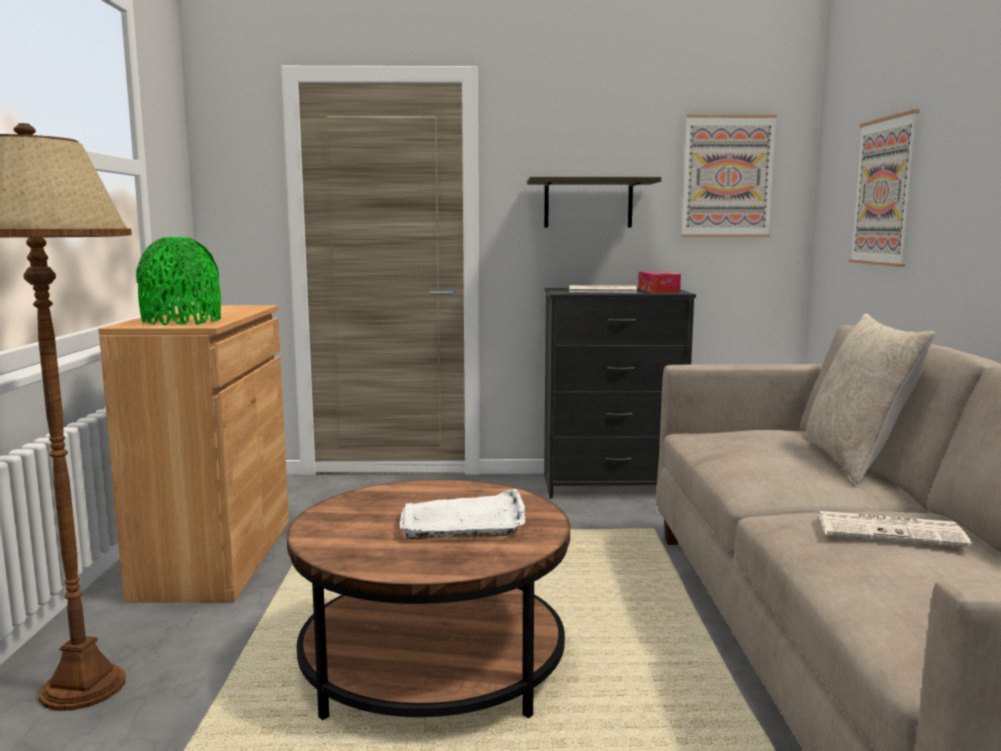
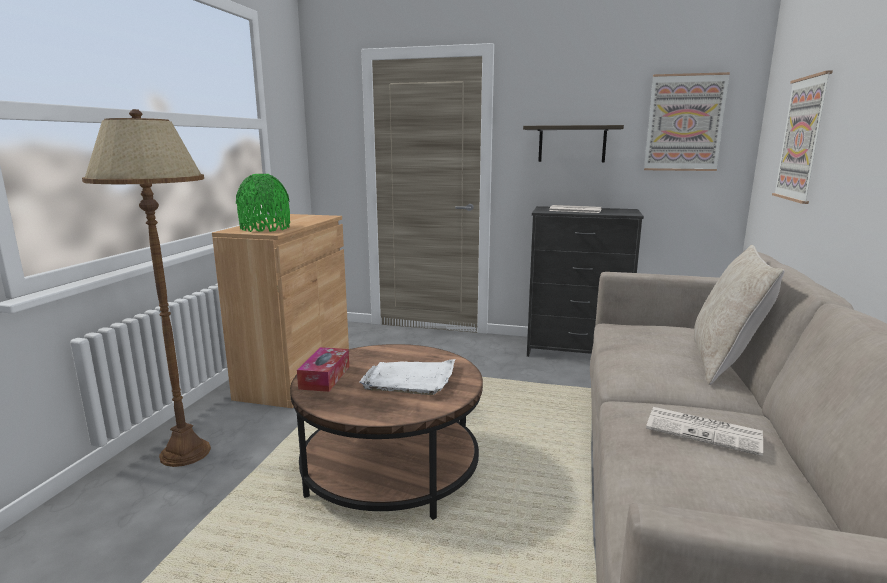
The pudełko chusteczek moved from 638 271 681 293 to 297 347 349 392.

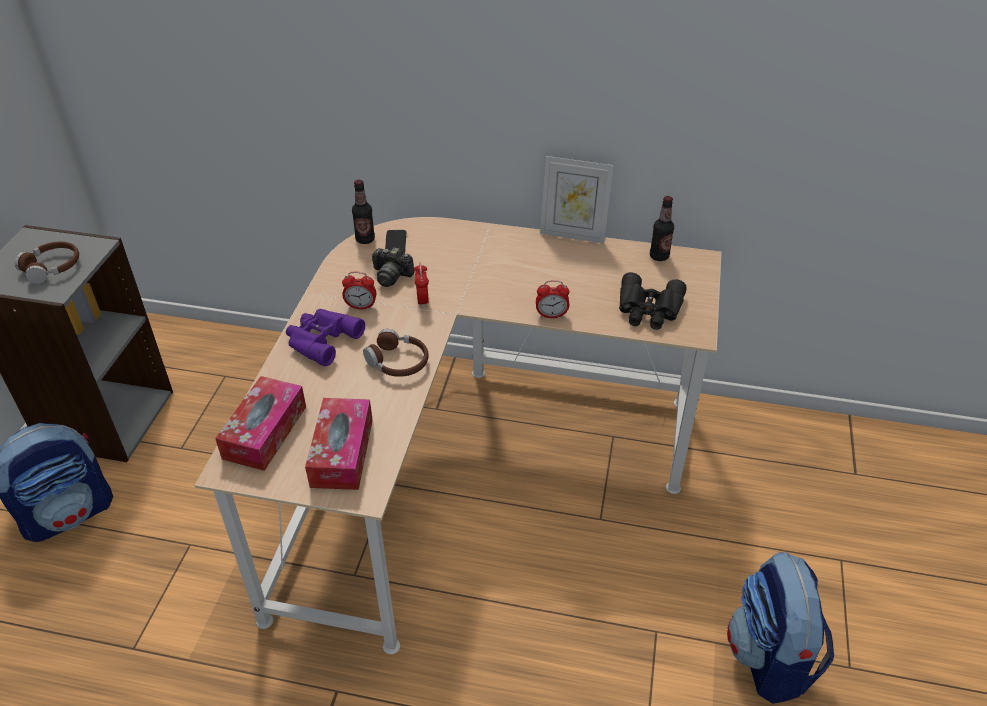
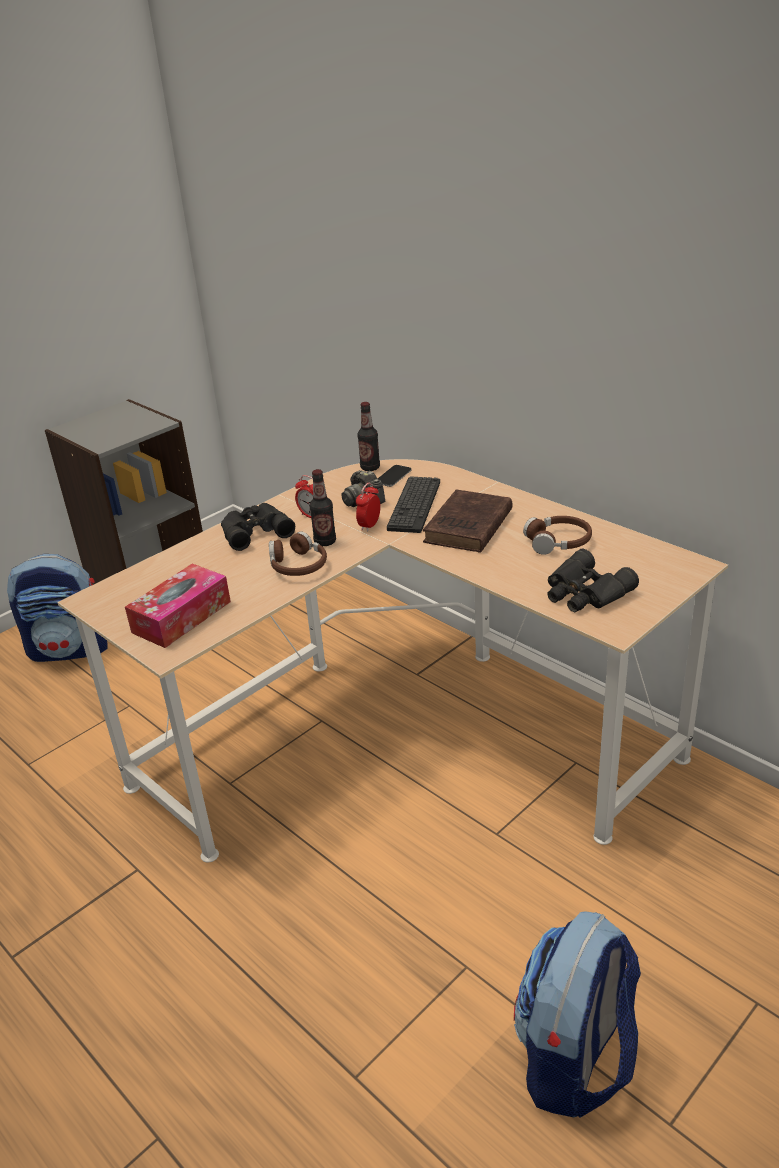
The ramka na zdjęcie at 540 156 614 244 disappeared.
The butelka moved from 650 196 674 261 to 310 469 336 546.
The słuchawki/brązowy moved from 15 242 79 284 to 523 516 592 555.
The budzik at 536 280 569 318 disappeared.
The lornetka/fioletowy at 286 309 365 366 became the lornetka/czarny at 221 503 295 551.
The pudełko chusteczek at 215 376 306 471 disappeared.
The klawiatura at 387 476 440 533 appeared.
The książka/brązowy at 423 490 512 553 appeared.

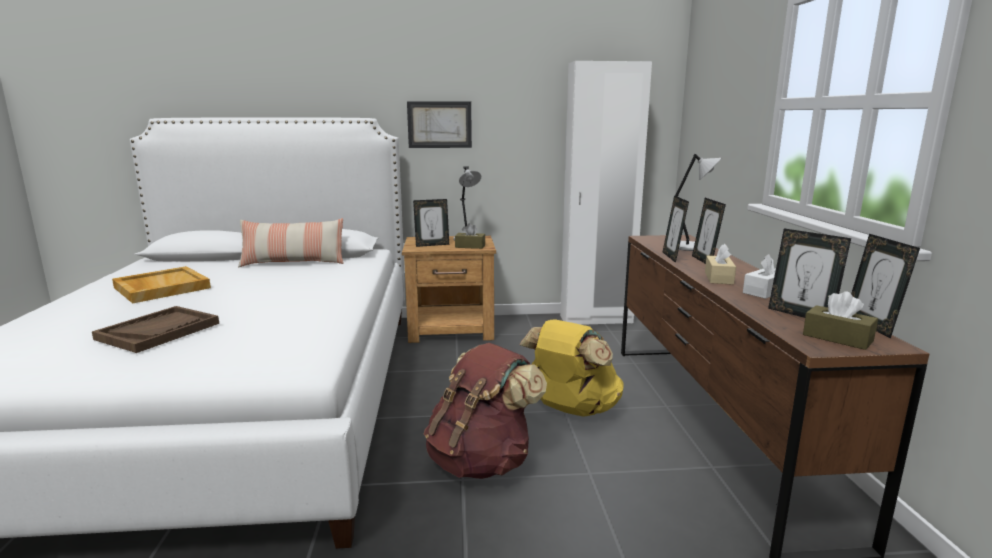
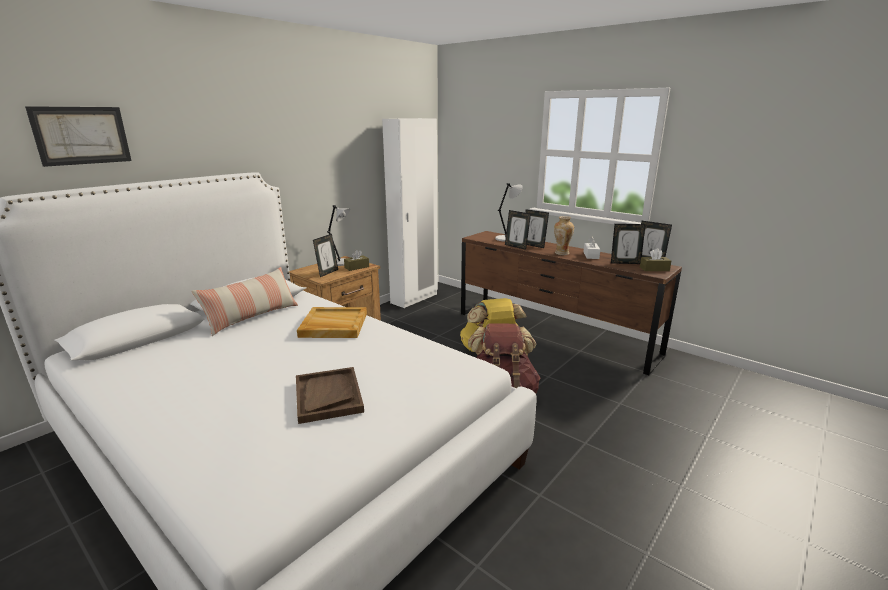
The obraz moved from 407 101 472 148 to 25 106 132 167.
The pudełko chusteczek/beżowy at 705 244 736 285 was replaced by the wazon at 554 216 574 255.
The taca/beżowy moved from 112 266 211 303 to 297 307 367 338.

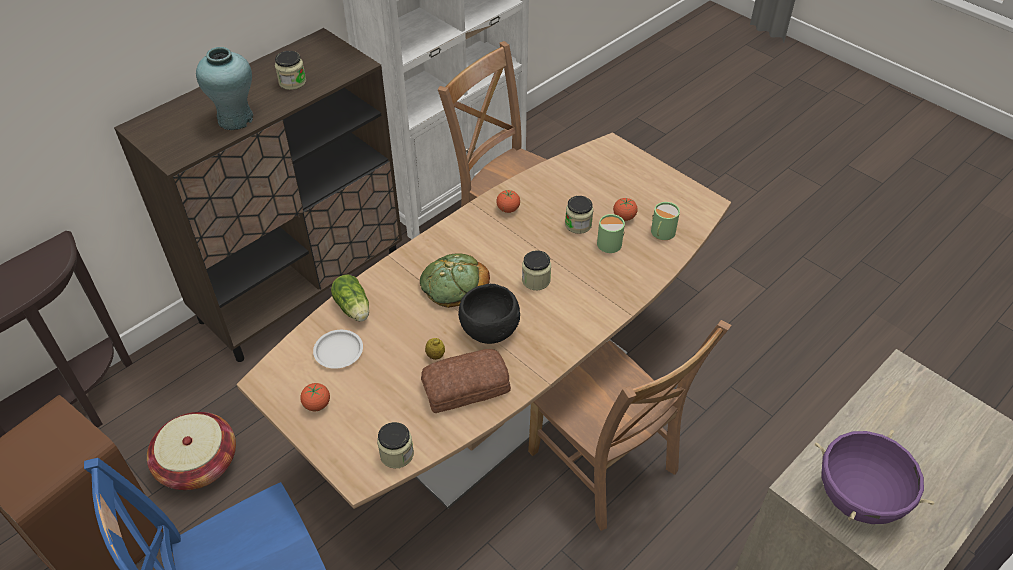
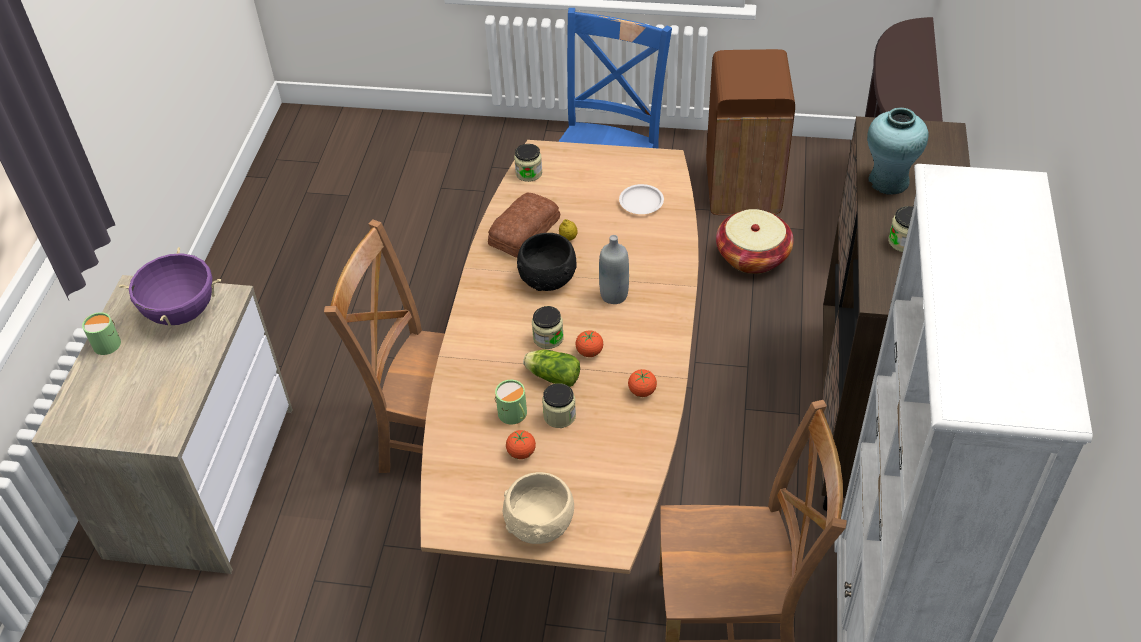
The kubek/zielony moved from 651 202 680 240 to 82 312 121 355.
The chleb at 420 253 490 308 was replaced by the butelka/szary at 599 235 629 304.
The sałata moved from 331 275 369 321 to 523 350 580 387.
The pomidor moved from 300 383 330 411 to 576 331 603 357.
The miska/beżowy at 503 472 574 544 appeared.

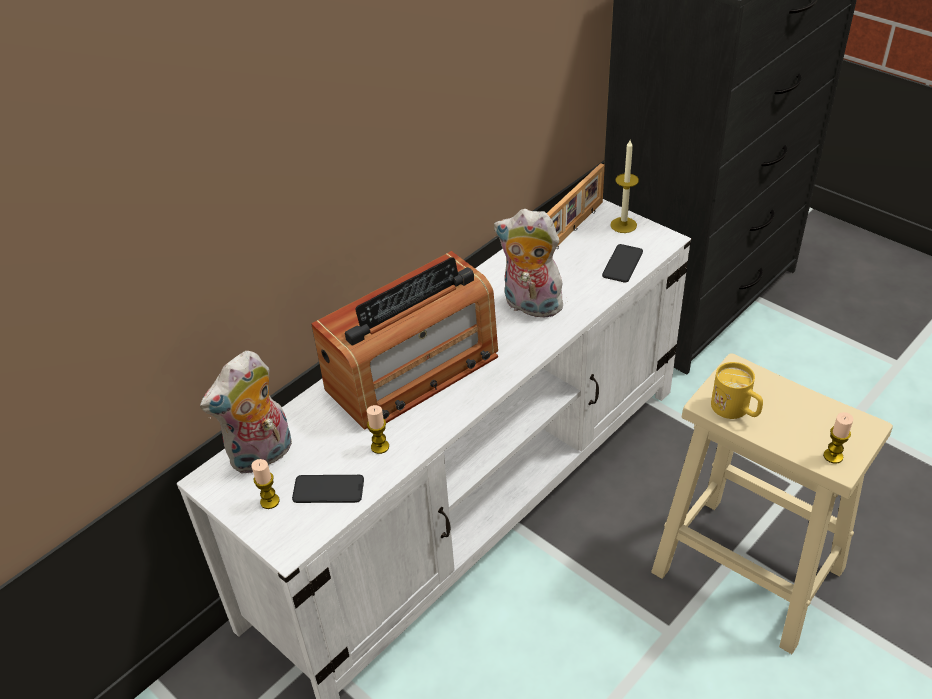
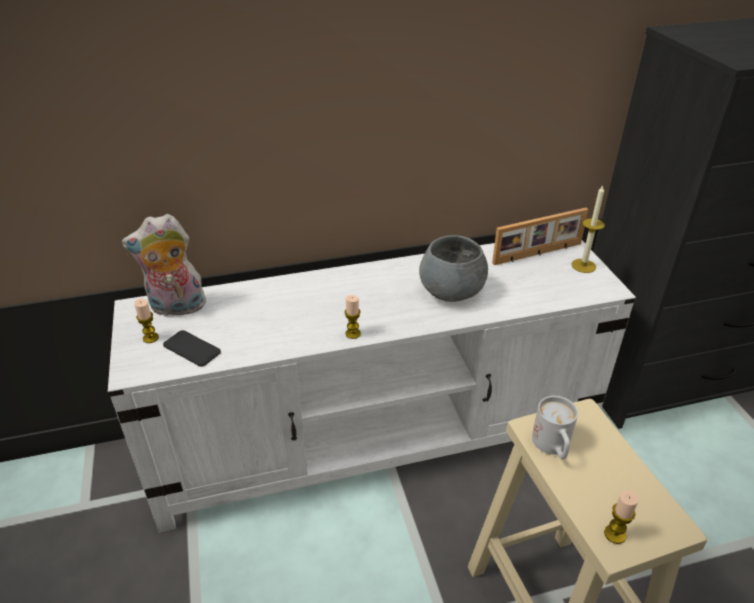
The pluszak at 494 209 568 318 was replaced by the miska/szary at 419 235 488 302.
The telefon at 602 244 643 282 disappeared.
The radio at 311 251 498 430 disappeared.
The kubek/żółty at 711 362 763 419 became the kubek/biały at 532 396 578 459.
The świeca moved from 367 405 389 454 to 345 295 361 339.

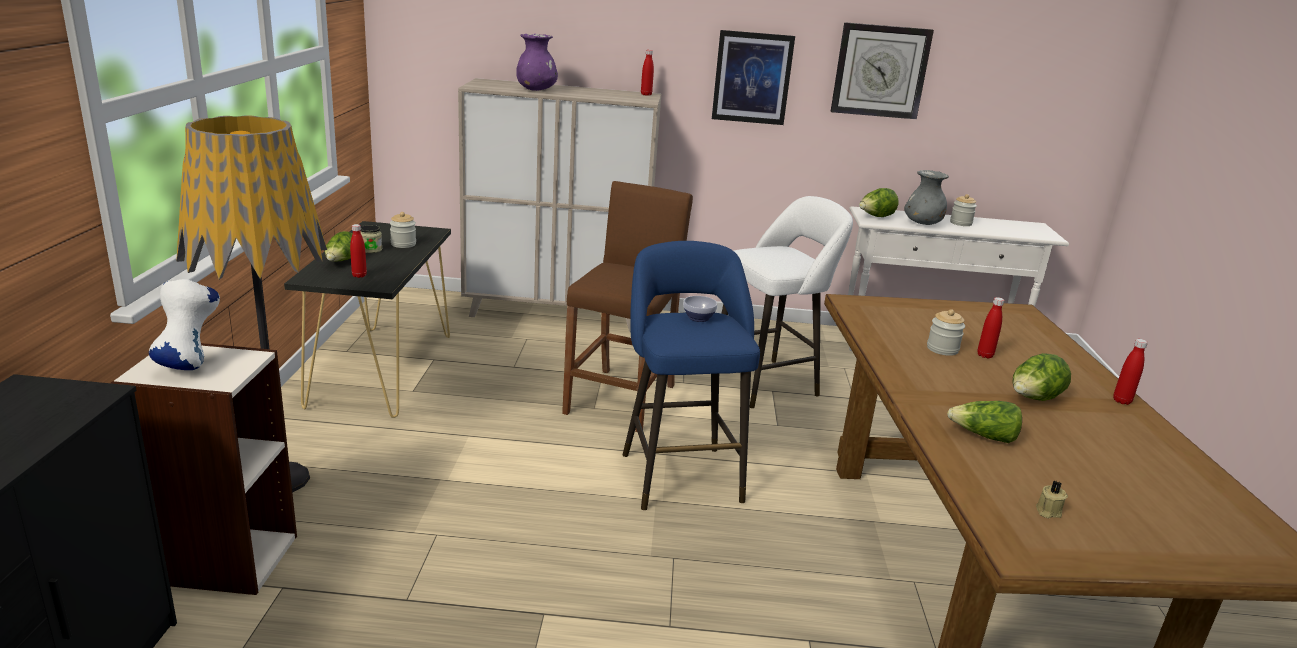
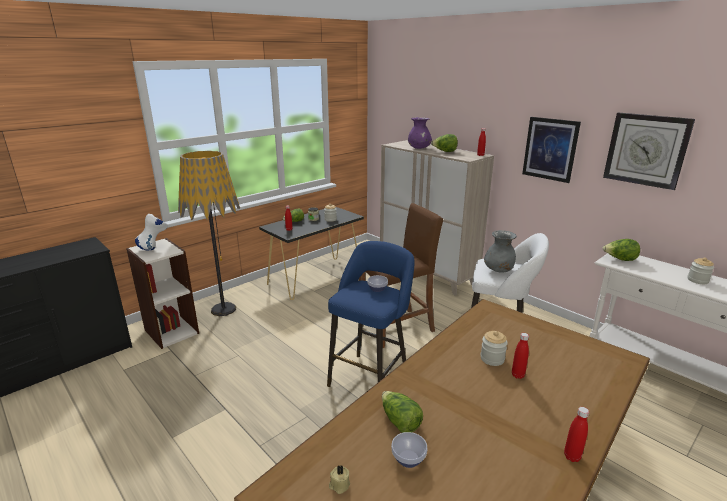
The wazon/szary moved from 904 170 949 225 to 484 230 517 272.
The sałata moved from 1012 353 1071 401 to 431 134 458 152.
The miska at 391 432 427 468 appeared.

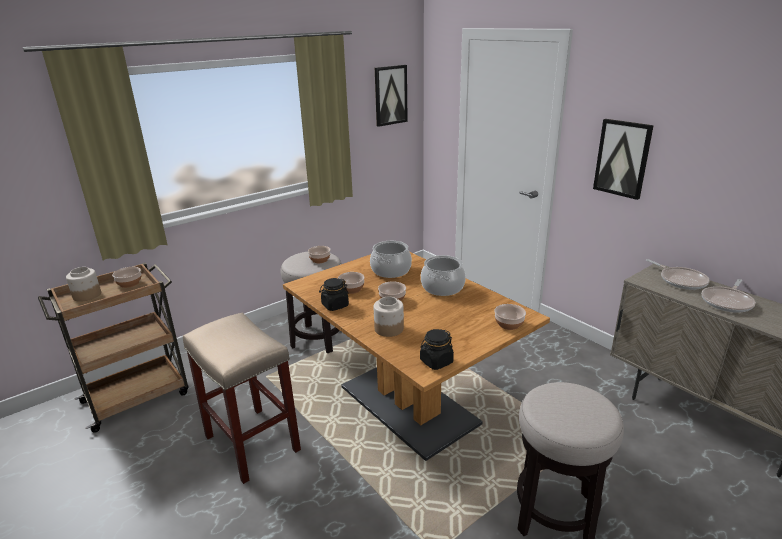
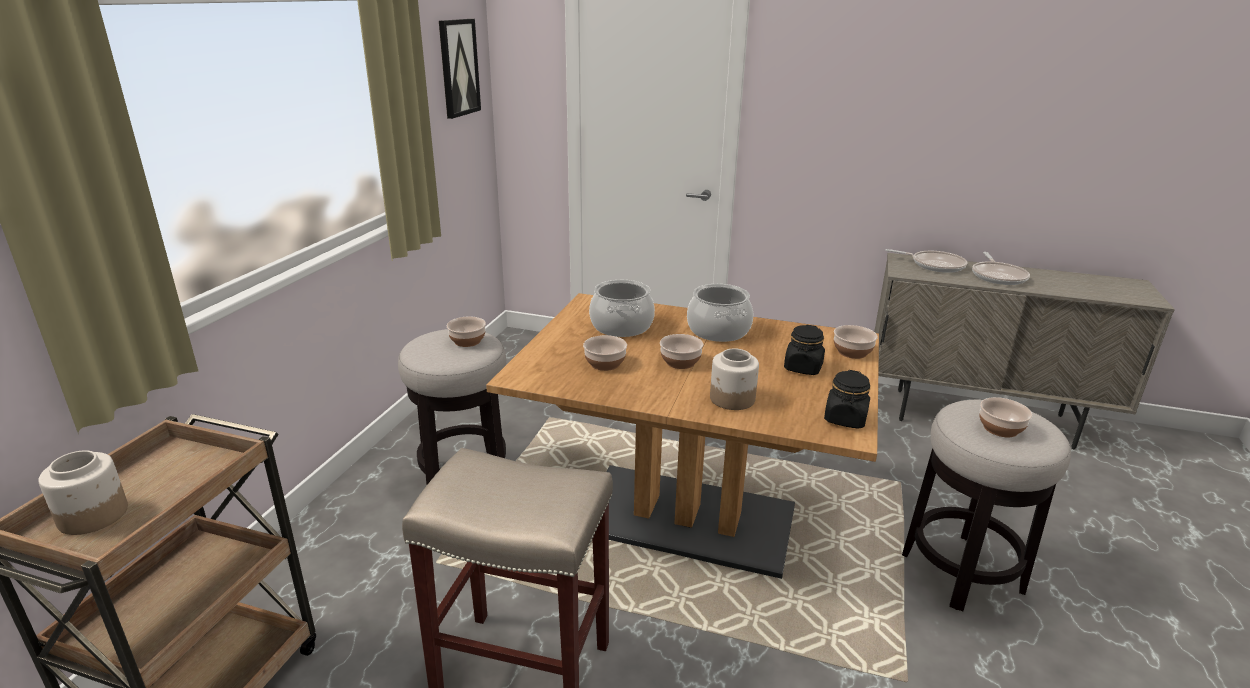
The obraz at 593 119 654 200 disappeared.
The miska moved from 112 267 141 288 to 979 397 1032 437.
The słoik/czarny moved from 319 278 349 311 to 784 325 825 375.

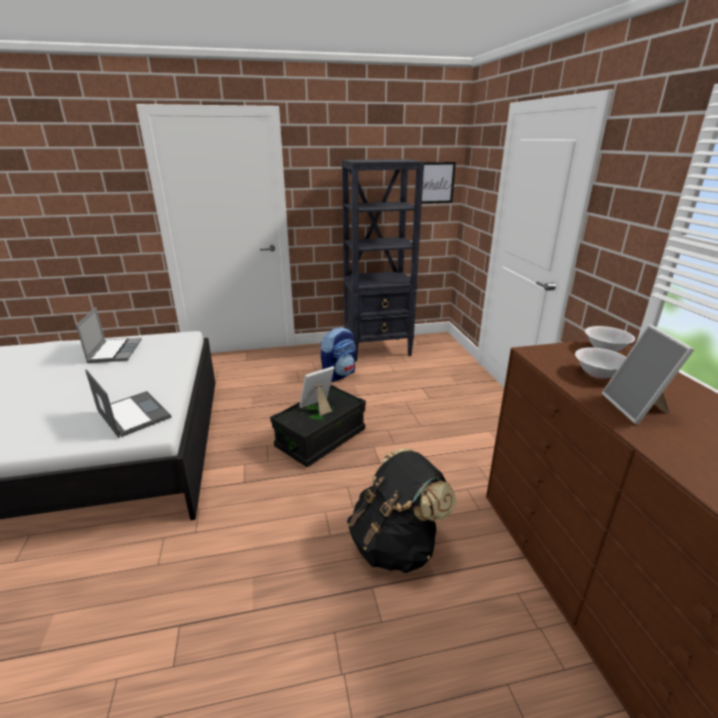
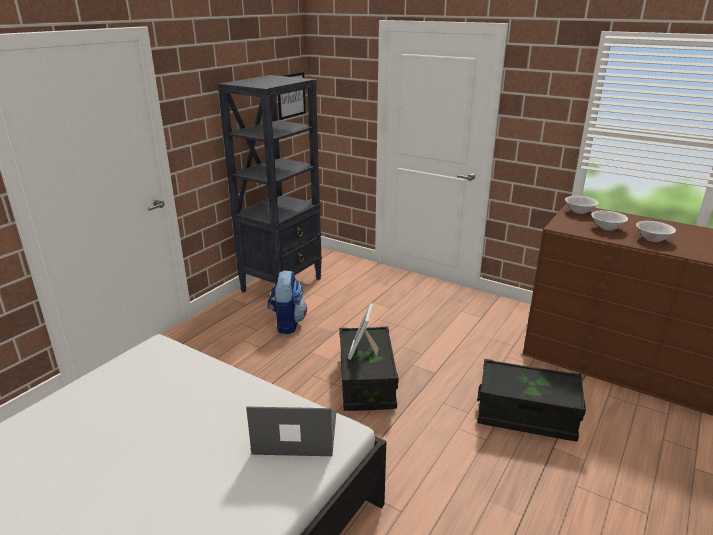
The laptop at 76 307 142 363 disappeared.
The ramka na zdjęcie at 602 324 694 425 was replaced by the miska/biały at 636 221 676 242.
The plecak/czarny at 347 448 457 573 was replaced by the pojemnik do przechowywania/czarny at 477 359 586 442.

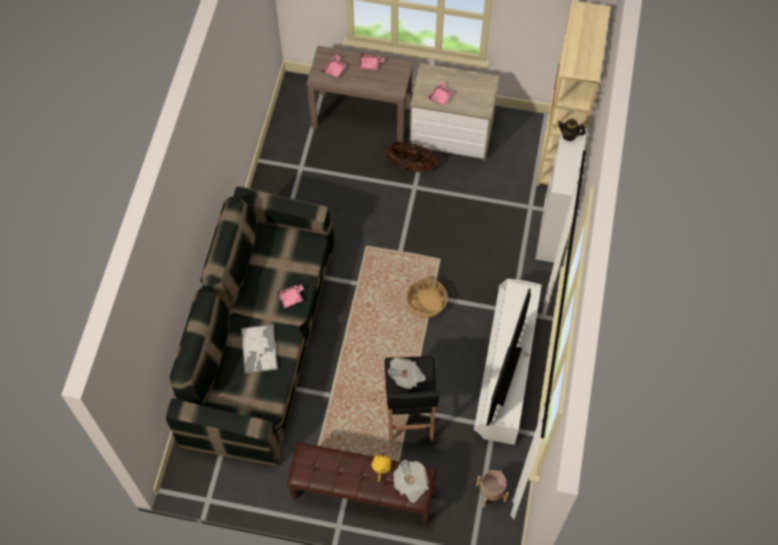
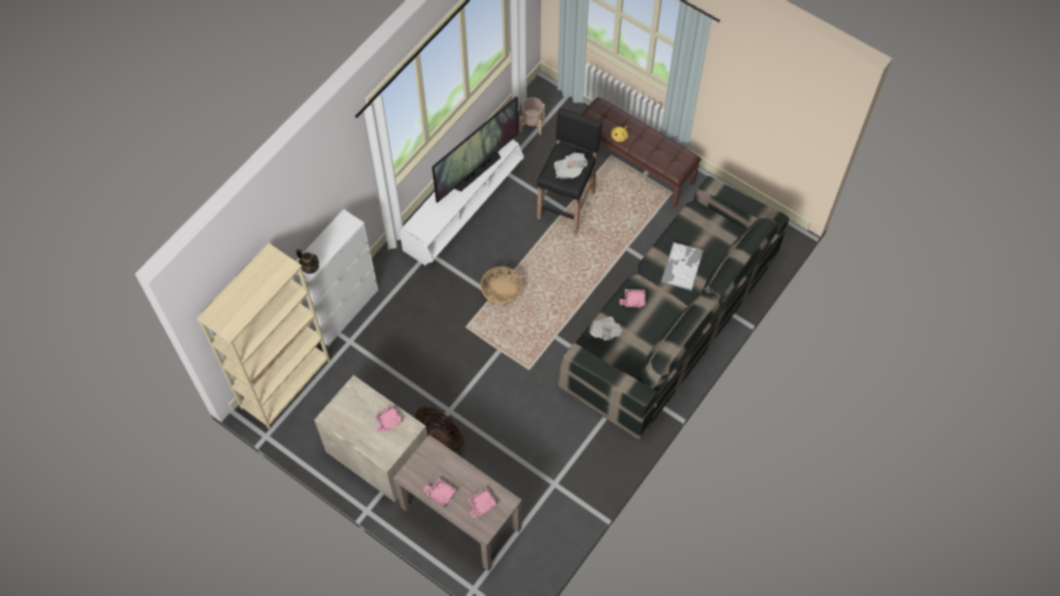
The gazeta moved from 393 460 429 503 to 590 317 623 340.

